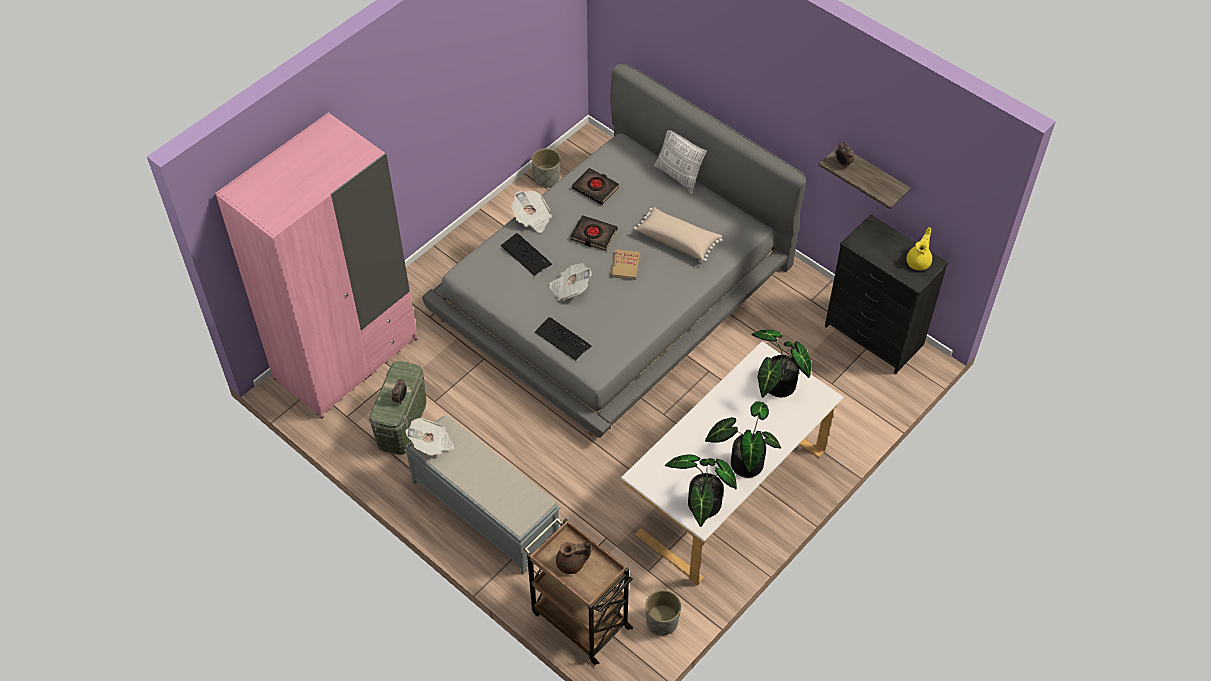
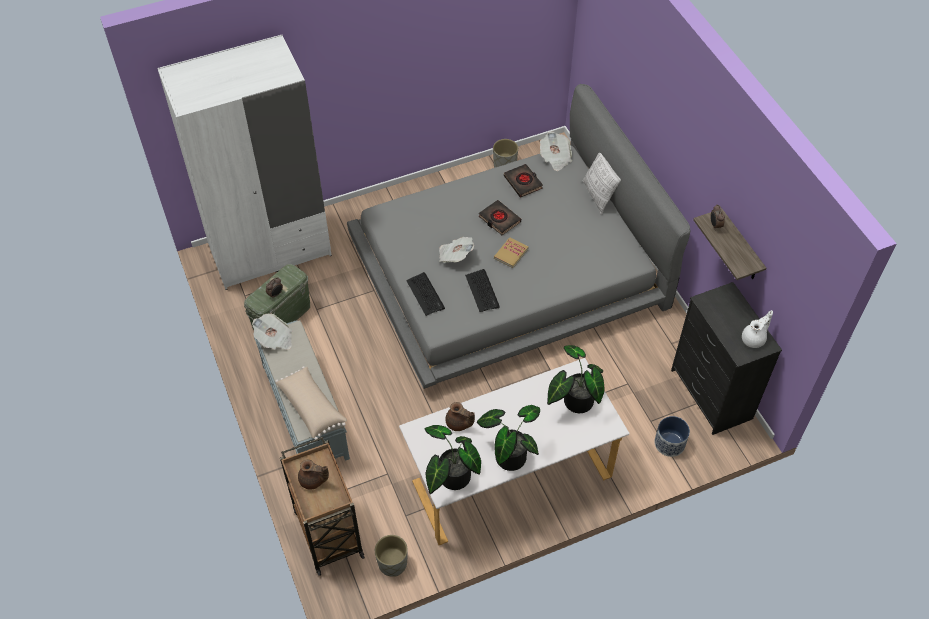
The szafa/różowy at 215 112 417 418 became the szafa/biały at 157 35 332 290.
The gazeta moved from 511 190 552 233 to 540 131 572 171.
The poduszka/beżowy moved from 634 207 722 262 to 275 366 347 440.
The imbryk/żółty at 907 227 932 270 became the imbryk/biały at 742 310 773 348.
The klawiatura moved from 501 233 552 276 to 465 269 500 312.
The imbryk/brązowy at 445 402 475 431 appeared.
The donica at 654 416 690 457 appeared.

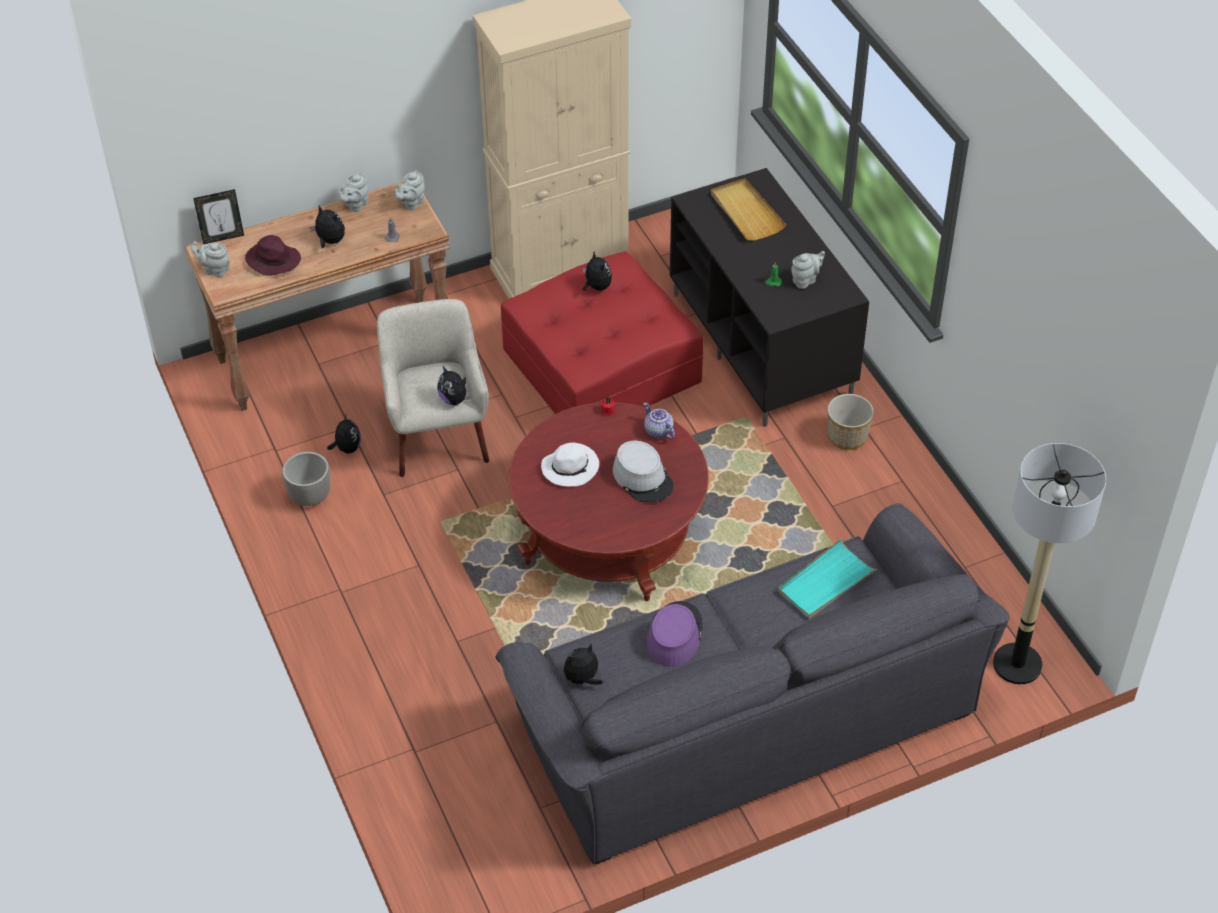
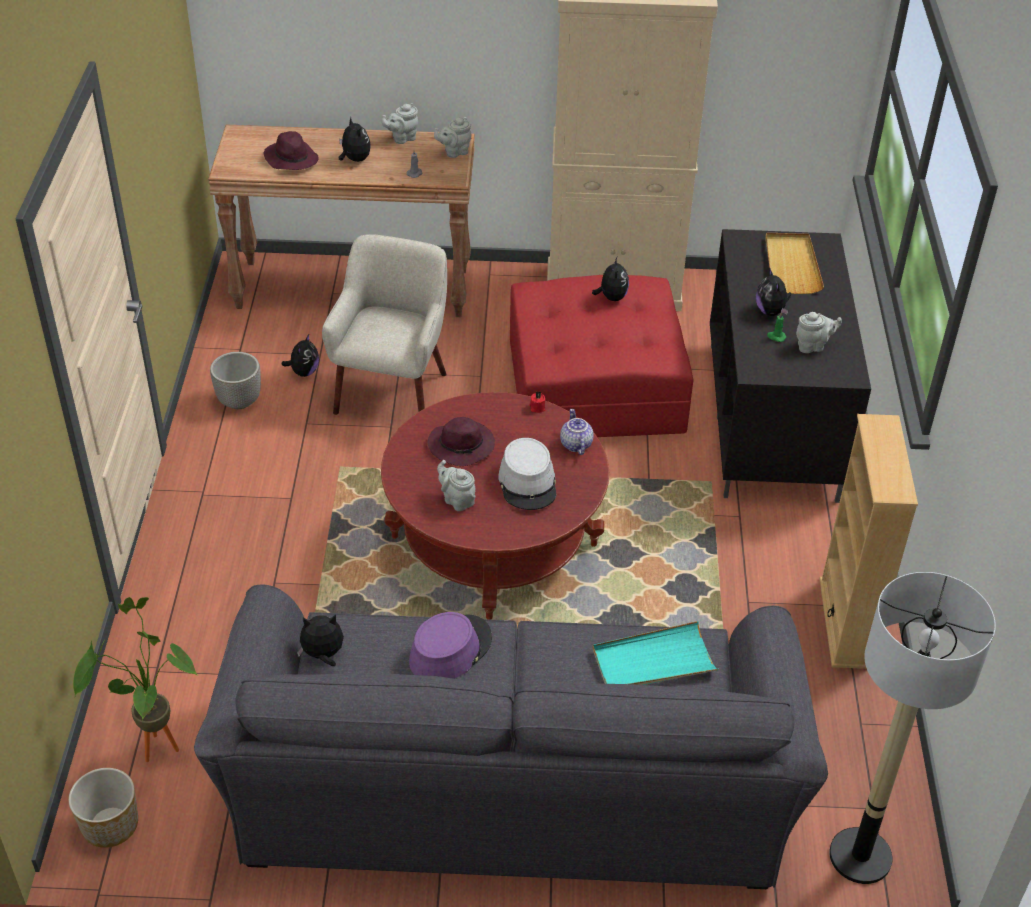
The ramka na zdjęcie at 193 189 244 244 disappeared.
The imbryk/szary moved from 191 241 230 277 to 437 460 476 511.
The pluszak moved from 437 366 471 405 to 756 267 791 316.
The donica moved from 827 394 874 450 to 68 768 138 848.
The kapelusz/biały at 541 443 599 487 became the kapelusz/fioletowy at 428 417 495 466.
The regał/beżowy at 819 414 918 669 appeared.
The roślina doniczkowa at 73 597 198 762 appeared.

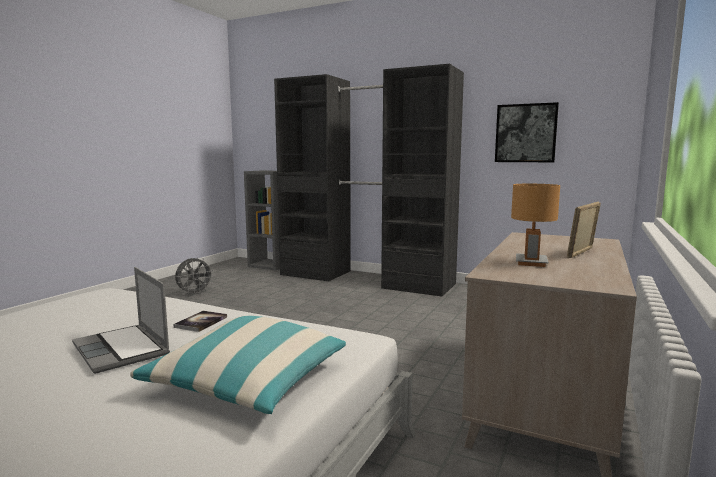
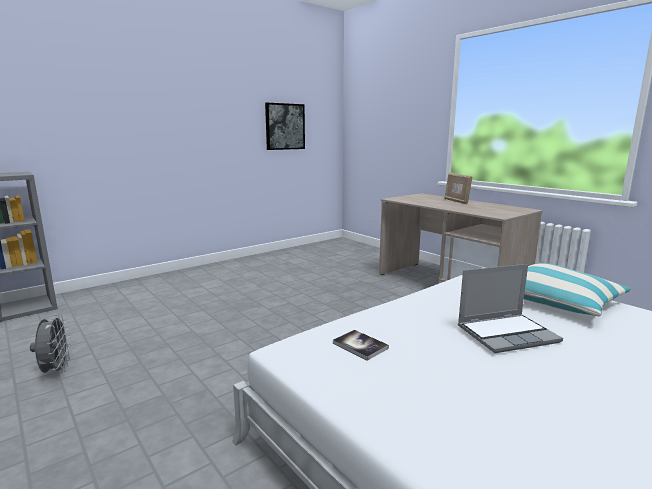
The szafa/czarny at 274 64 464 297 disappeared.
The lampa stołowa/brązowy at 511 184 560 267 disappeared.
The książka moved from 174 311 227 332 to 333 330 389 361.

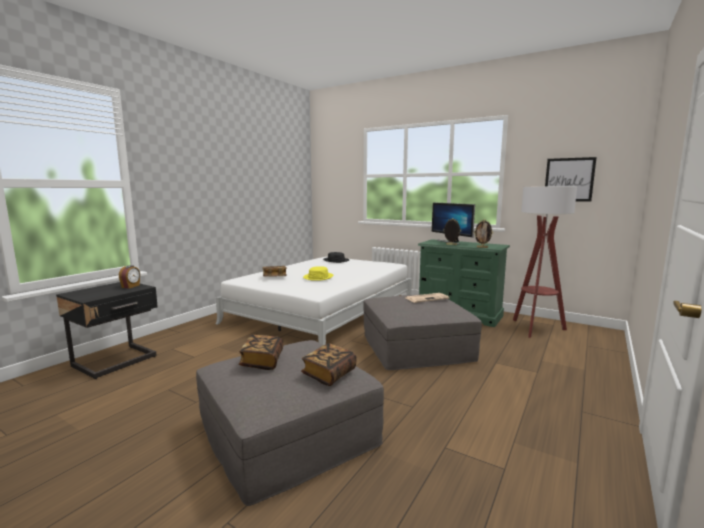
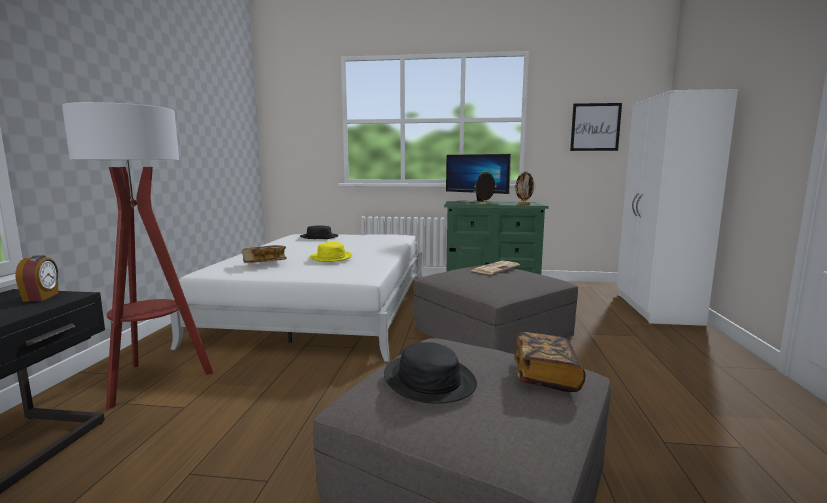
The lampa stojąca moved from 513 187 577 338 to 62 102 213 410.
The książka at 239 335 283 370 was replaced by the kapelusz/czarny at 384 342 477 404.
The szafa/biały at 617 89 738 326 appeared.

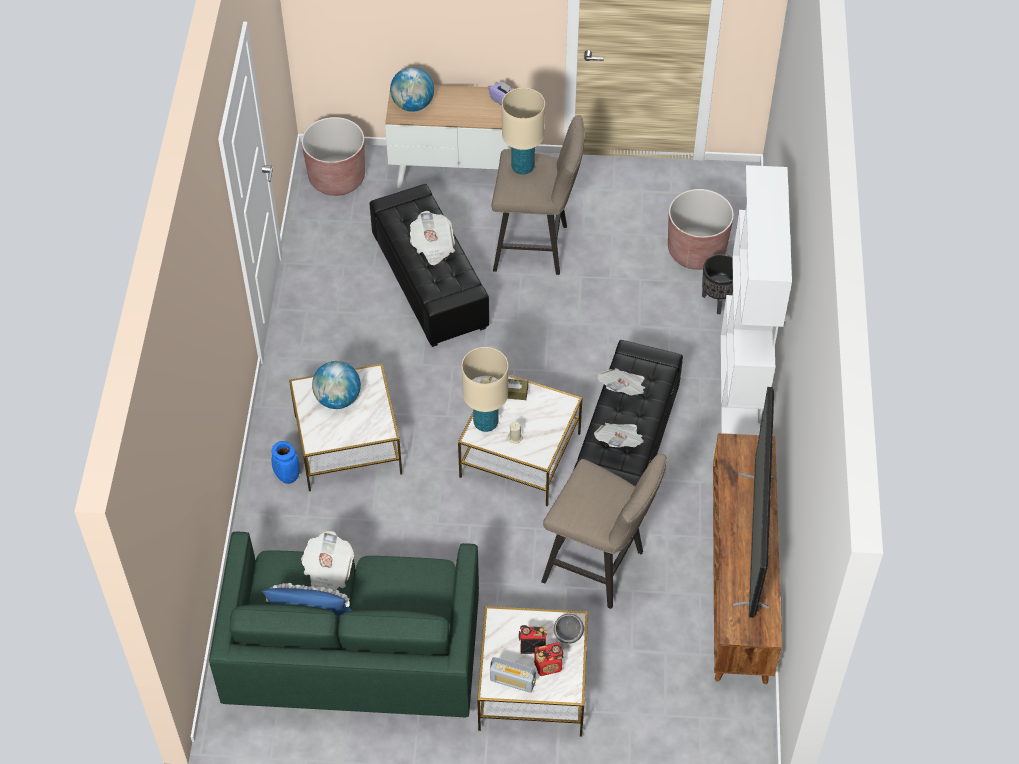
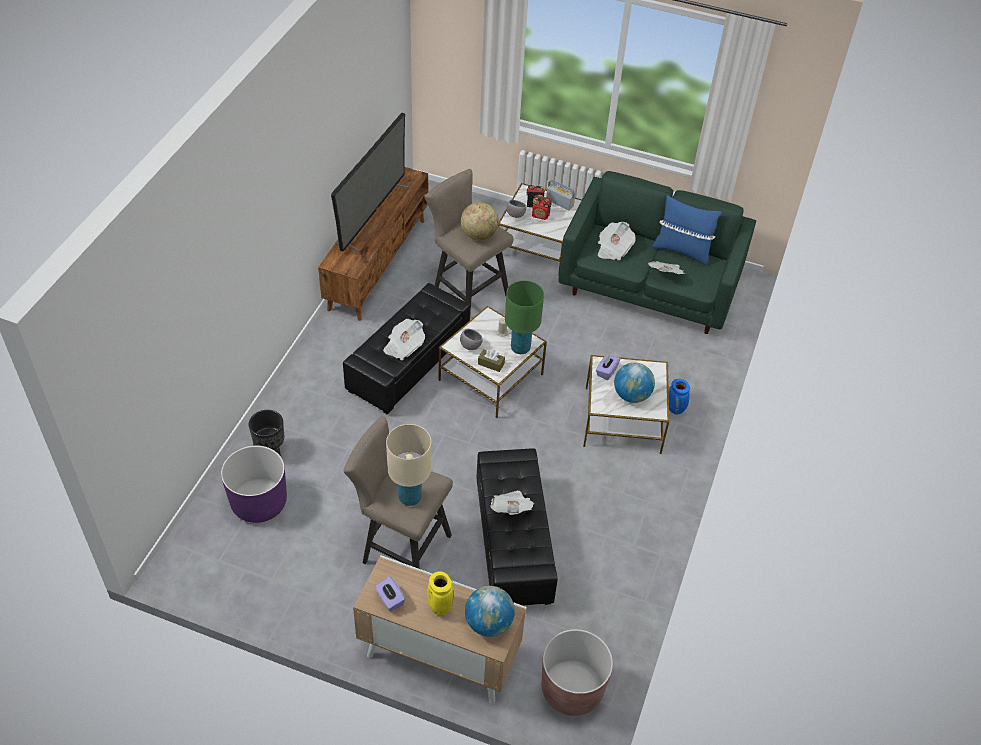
The regał/biały at 720 165 792 435 disappeared.
The donica/brązowy at 668 189 734 270 became the donica/fioletowy at 221 446 287 523.
The lampa stołowa/beżowy at 462 347 508 432 became the lampa stołowa/zielony at 505 280 544 354.
The gazeta moved from 594 423 644 447 to 598 222 636 260.
The globus at 461 202 499 240 appeared.
The miska/szary at 460 329 483 350 appeared.
The pudełko chusteczek/fioletowy at 596 355 620 380 appeared.
The wazon/żółty at 427 571 454 615 appeared.

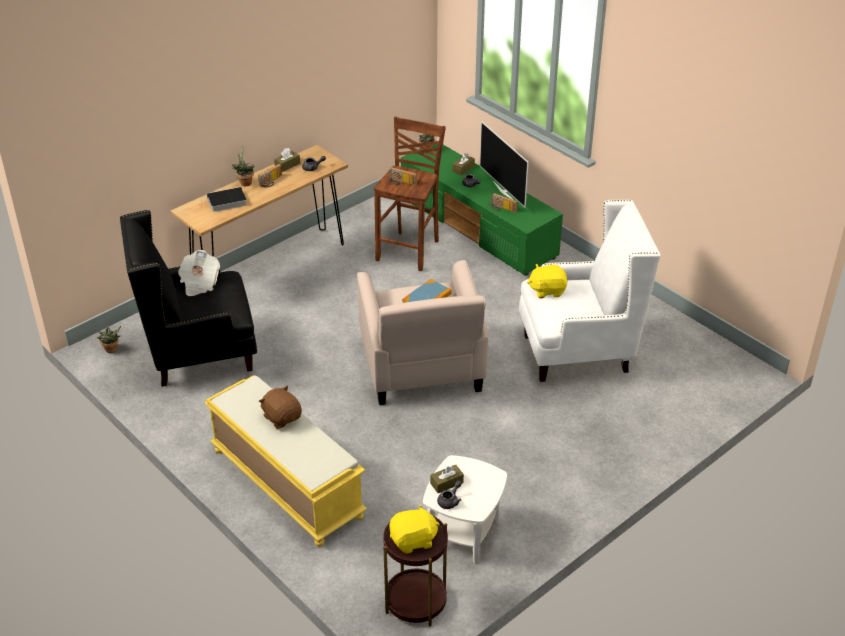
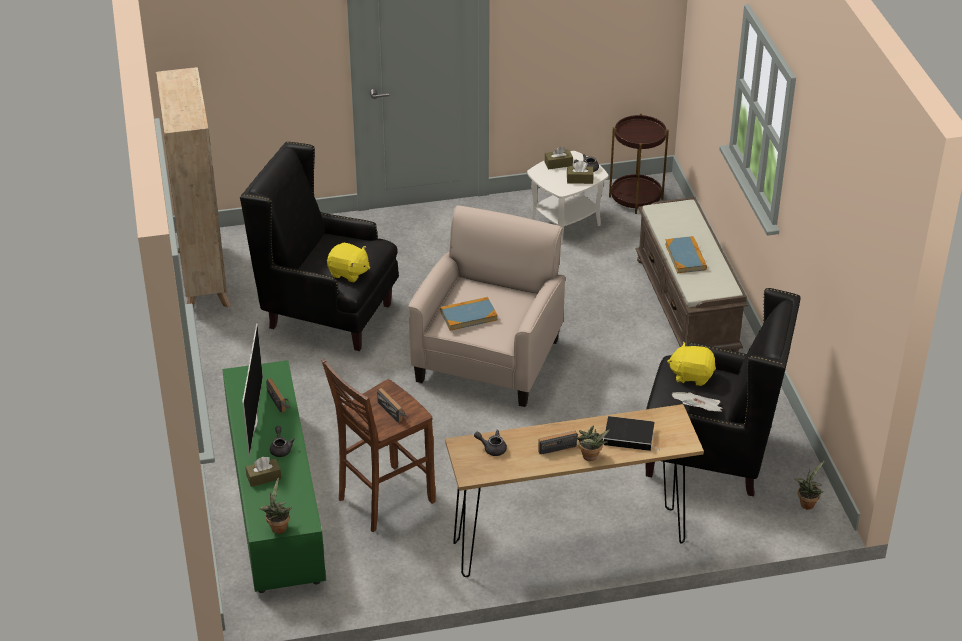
The pudełko chusteczek/brązowy moved from 274 148 300 172 to 545 146 573 170.
The fotel/biały at 519 200 661 382 became the fotel/czarny at 240 142 399 351.
The ławka/żółty at 204 375 367 547 became the ławka/brązowy at 635 197 748 352.
The pluszak/brązowy at 259 385 302 429 was replaced by the książka at 665 236 707 273.
The pluszak/żółty moved from 389 504 440 554 to 667 342 716 386.
The regał/beżowy at 156 67 231 309 appeared.

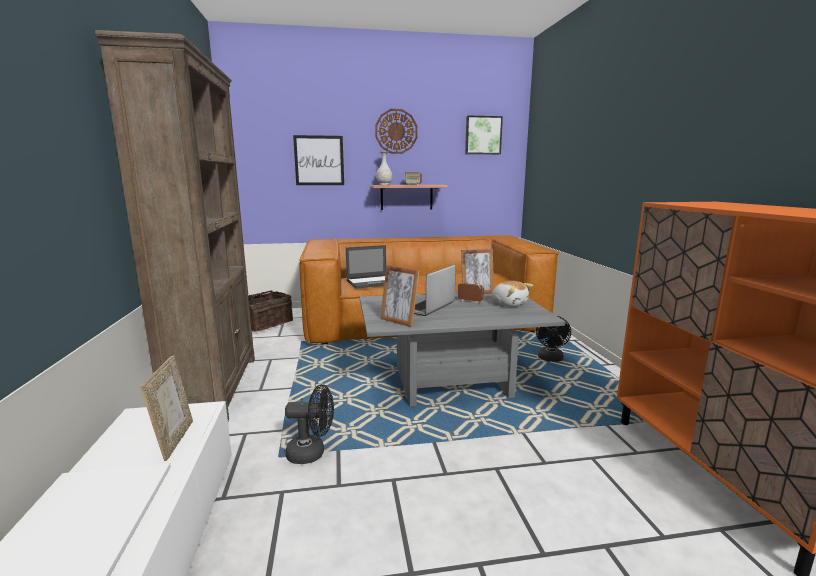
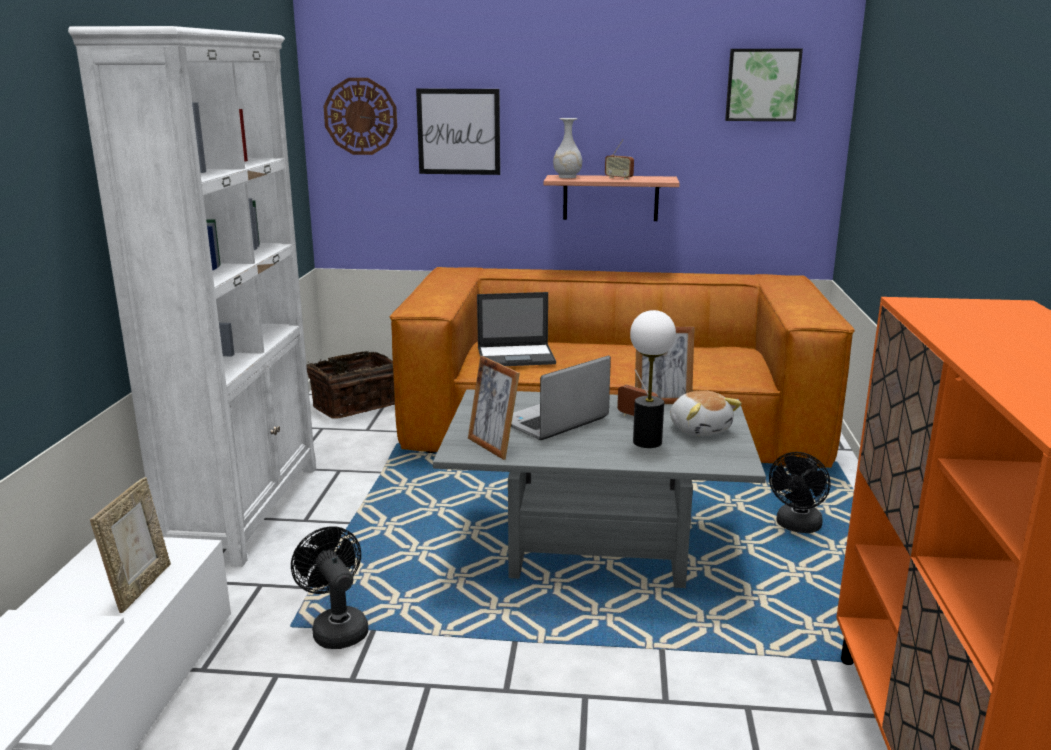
The regał/brązowy at 95 30 255 421 became the regał/biały at 68 26 316 567.
The zegar ścienny moved from 375 109 417 154 to 323 78 397 155.
The wentylator/czarny at 285 384 334 464 turned 135 degrees counterclockwise.
The lampa stołowa at 630 310 676 448 appeared.

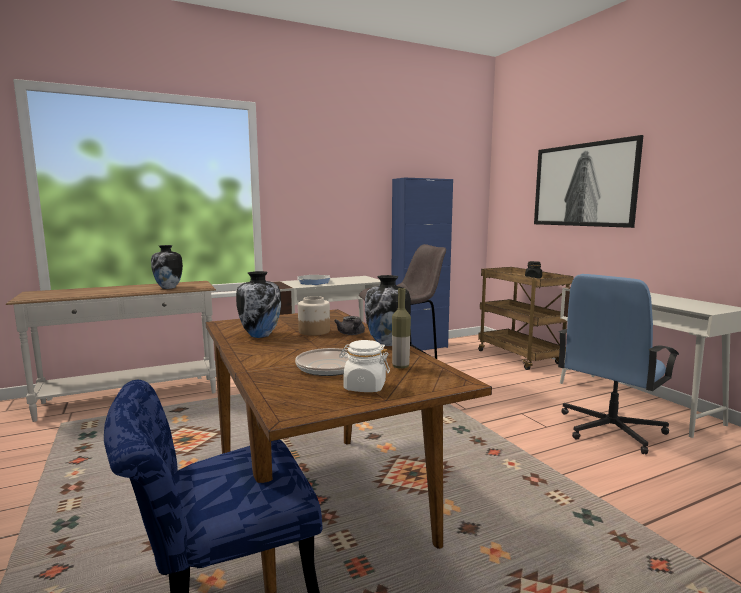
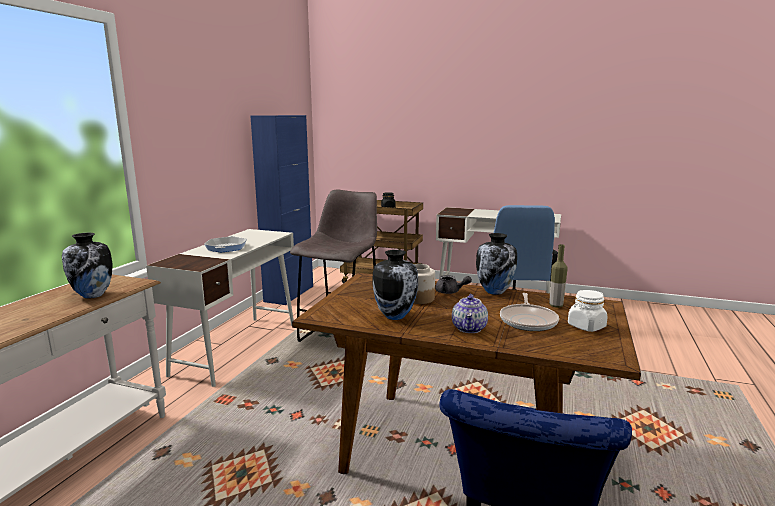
The obraz at 534 135 644 228 disappeared.
The imbryk at 452 294 488 333 appeared.

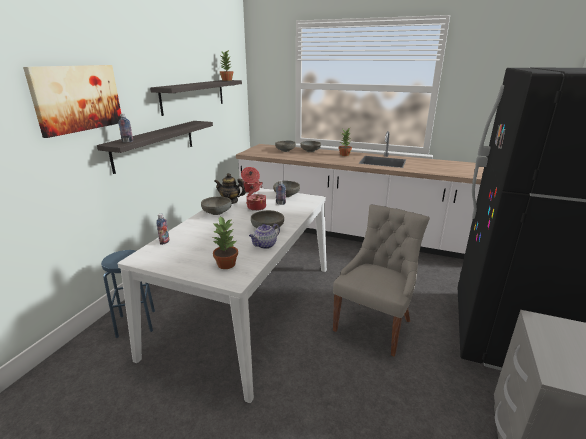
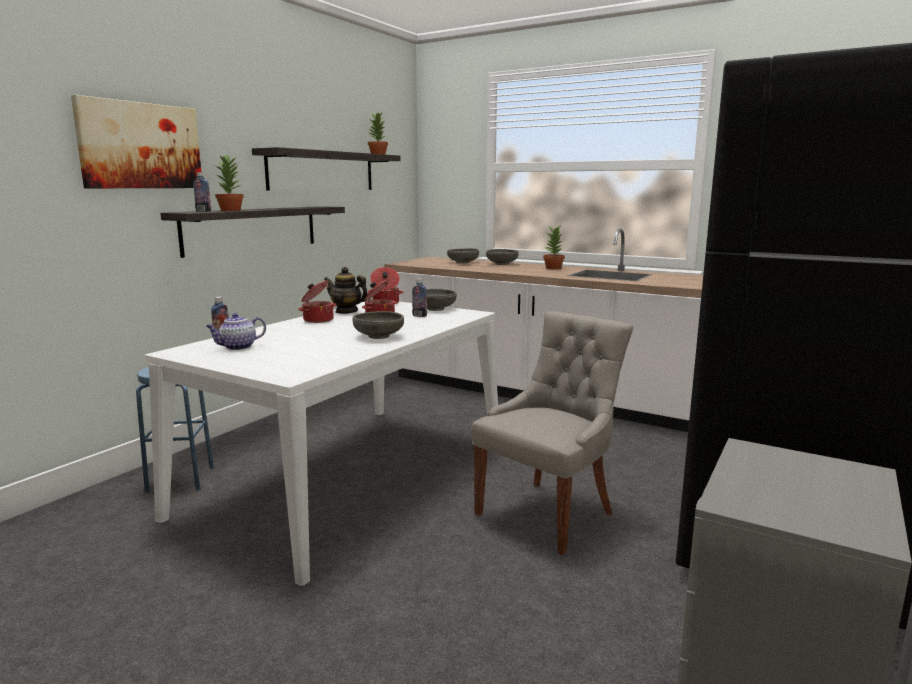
The miska/szary at 201 196 232 215 was replaced by the garnek at 298 281 336 323.
The roślina doniczkowa moved from 213 216 238 269 to 215 154 244 211.
The imbryk moved from 249 224 280 249 to 206 313 266 350.

